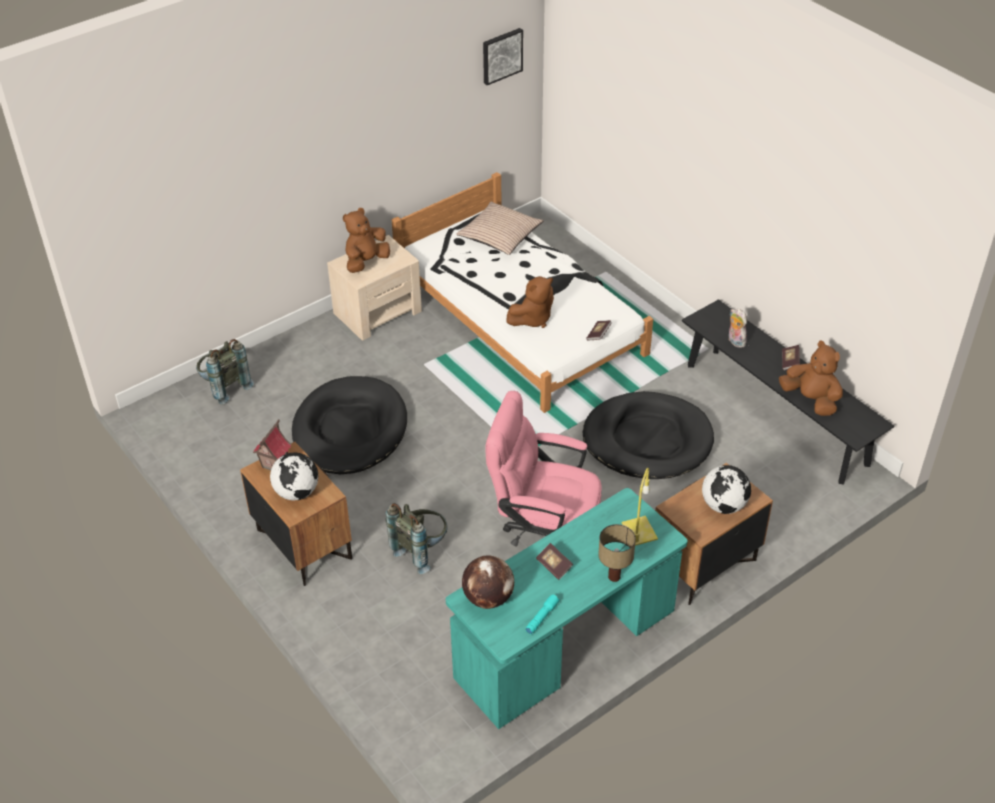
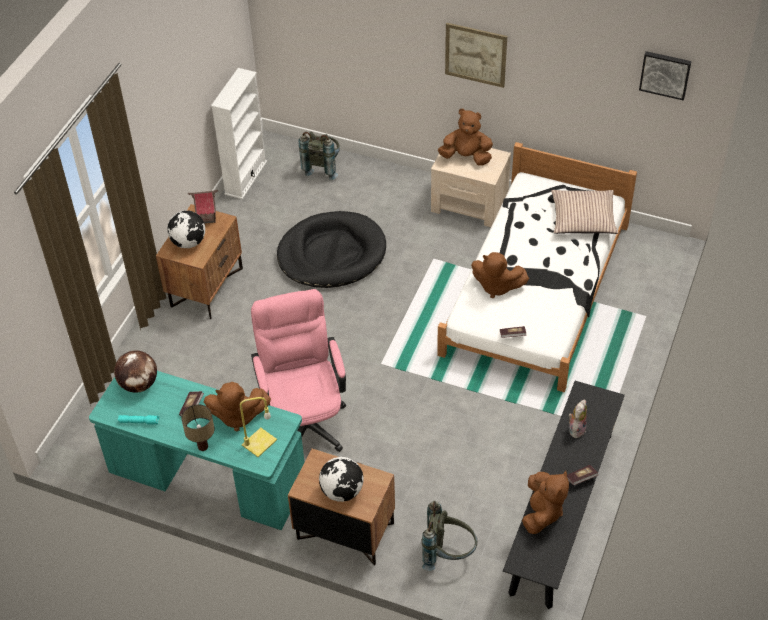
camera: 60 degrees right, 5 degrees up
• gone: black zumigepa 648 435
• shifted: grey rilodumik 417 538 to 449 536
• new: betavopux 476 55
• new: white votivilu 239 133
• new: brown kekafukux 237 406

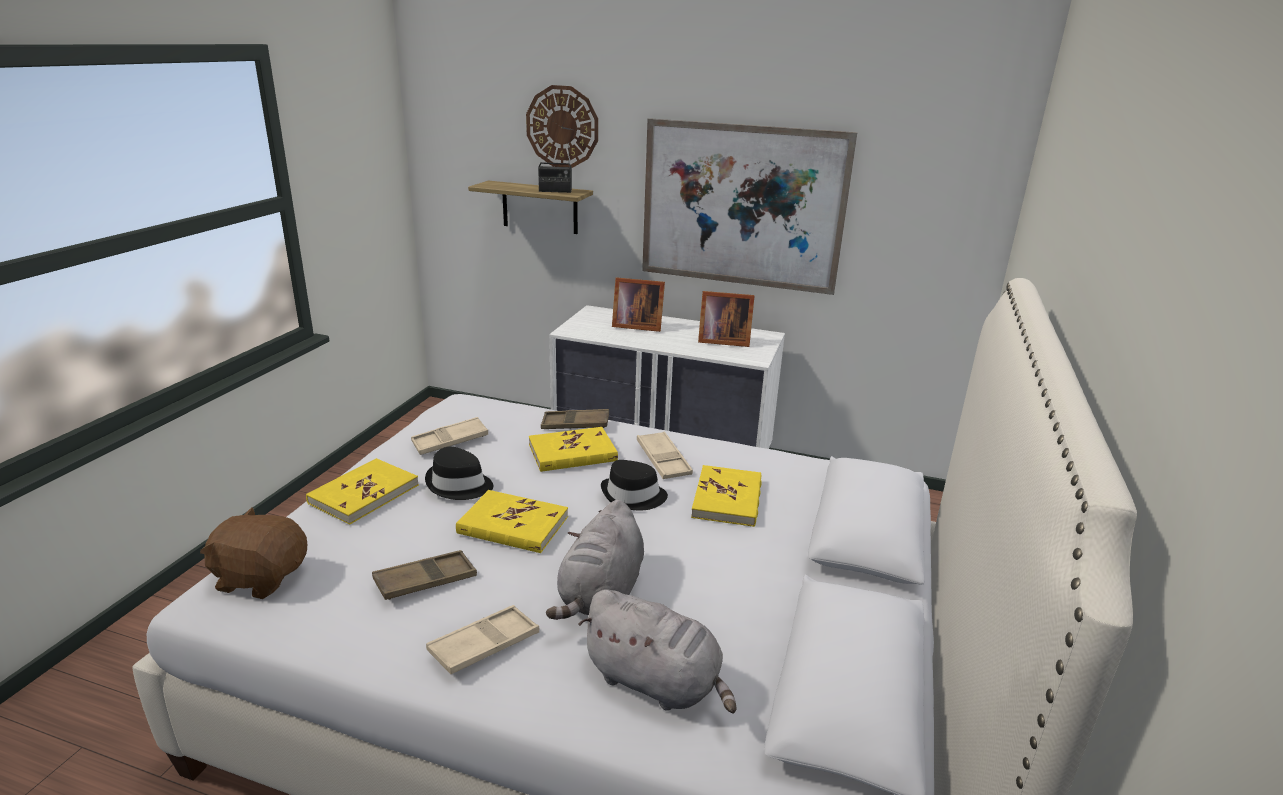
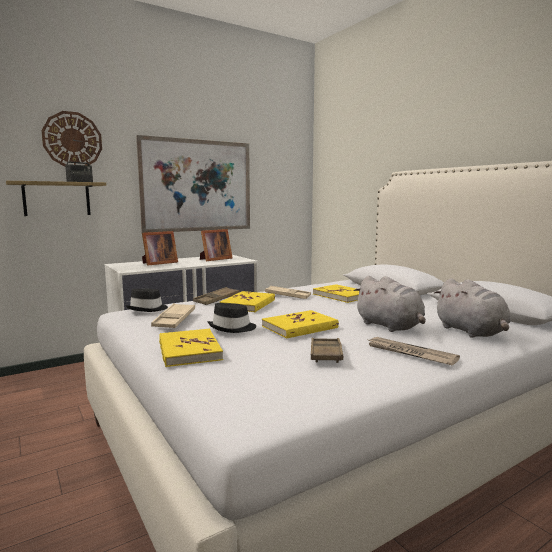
camera: 50 degrees left, 15 degrees down
• shifted: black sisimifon 634 485 to 146 300
• gone: brown kekafukux 253 553
• rotated: grey kekafukux 658 651 = 472 308 90 degrees clockwise
• swapped: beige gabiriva 482 639 to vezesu 413 351

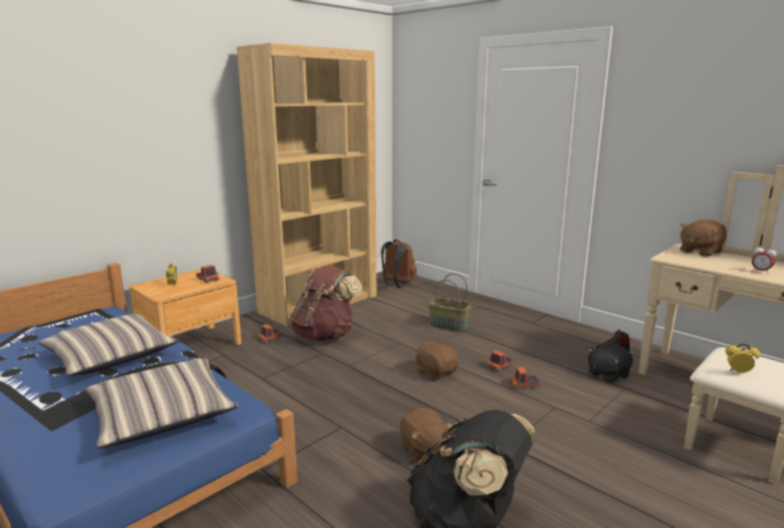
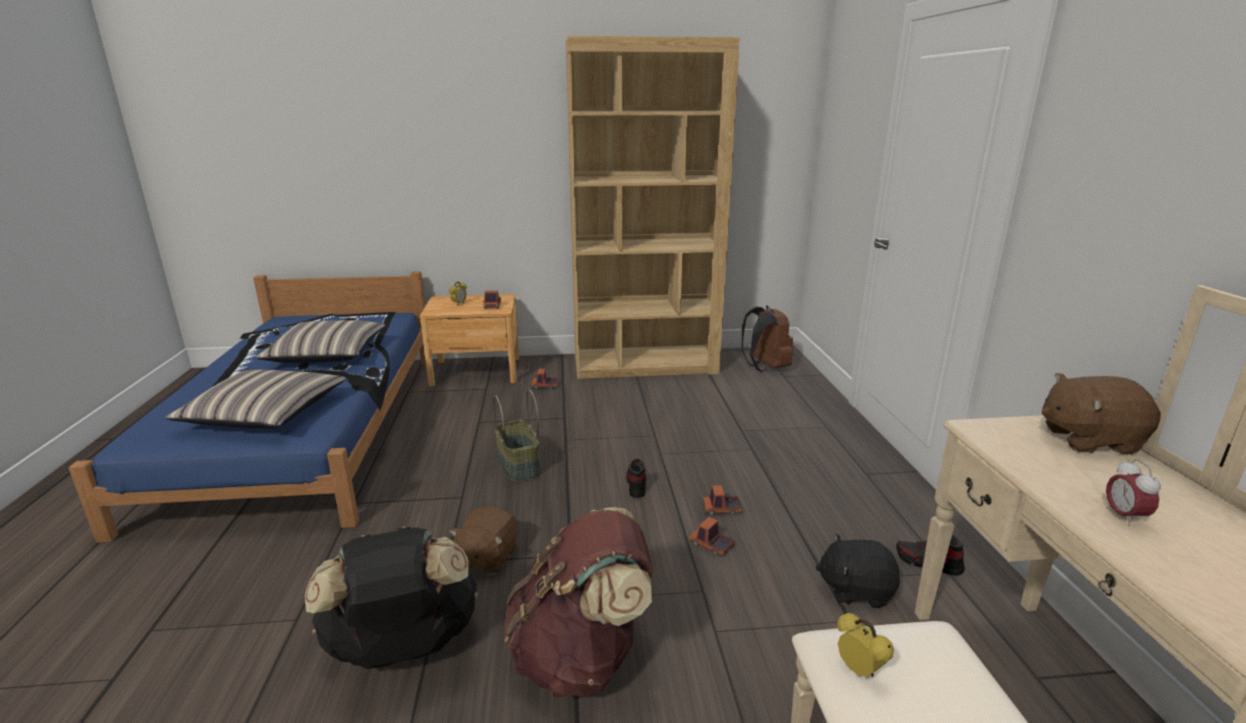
camera: 40 degrees right, 5 degrees up
• shifted: brown rilodumik 326 303 to 579 602
• shifted: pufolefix 449 302 to 516 436
• swapped: brown kekafukux 436 361 to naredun 636 478

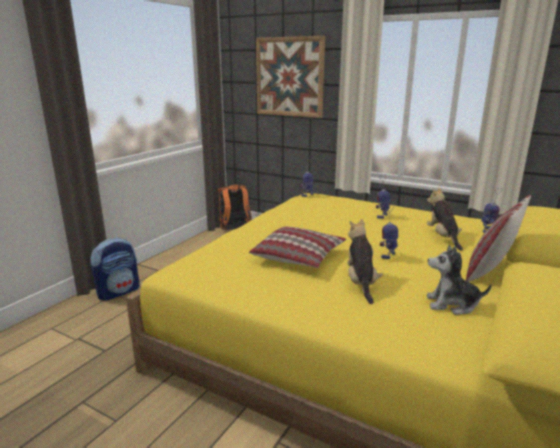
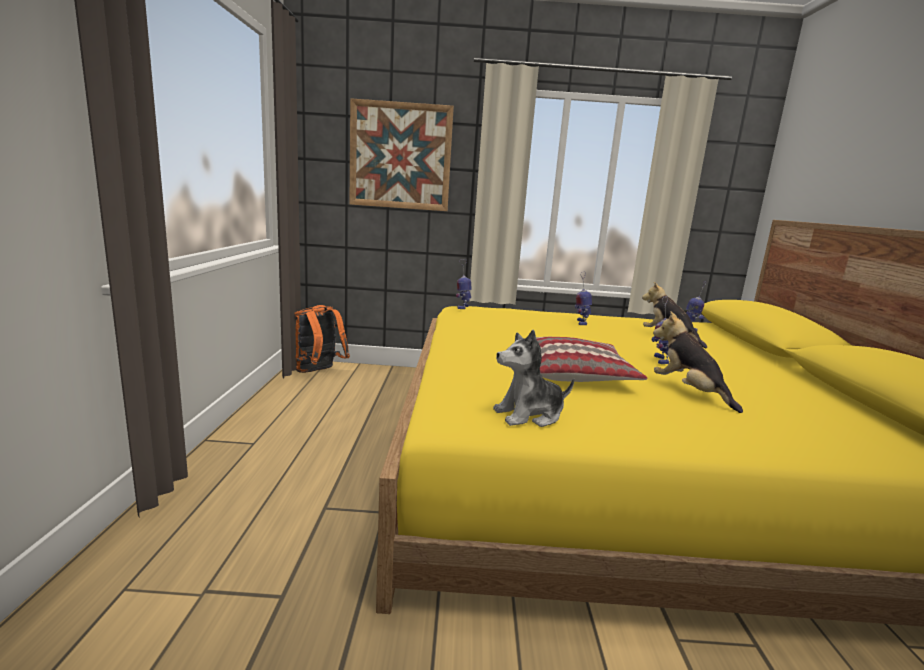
camera: 30 degrees left, 5 degrees down
• gone: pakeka 498 238
• gone: rilodumik 115 269
• shifted: kekafukux 459 280 to 533 378

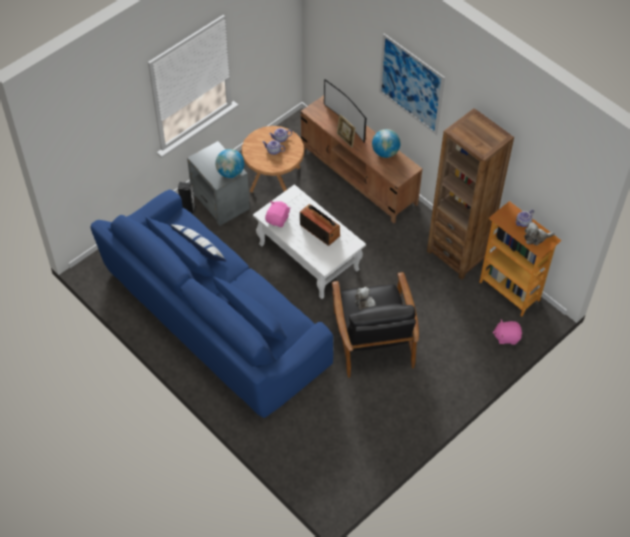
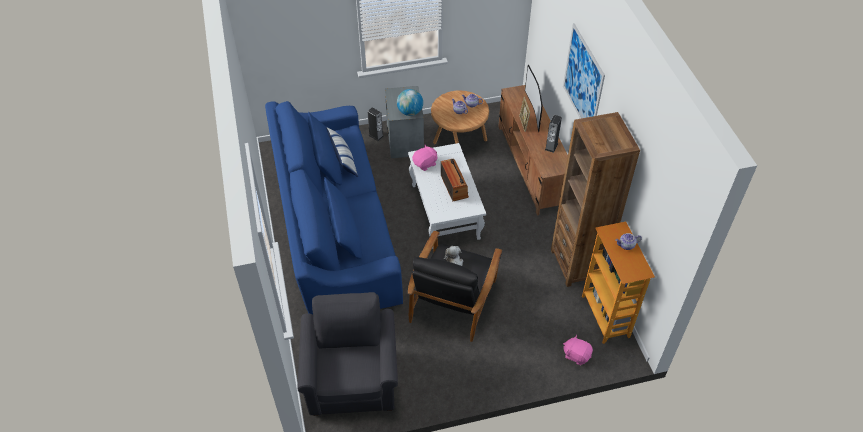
camera: 30 degrees right, 5 degrees down
• swapped: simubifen 386 143 to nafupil 553 134
• gone: kekafukux 539 234
• new: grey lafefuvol 348 354

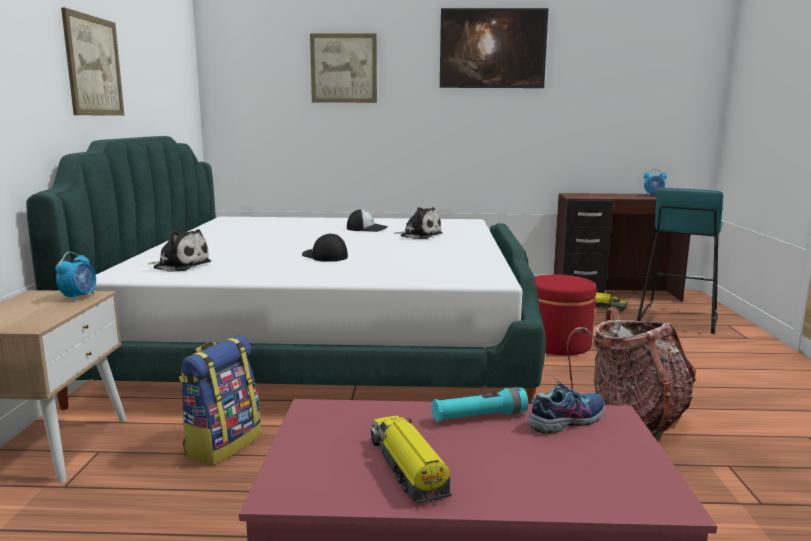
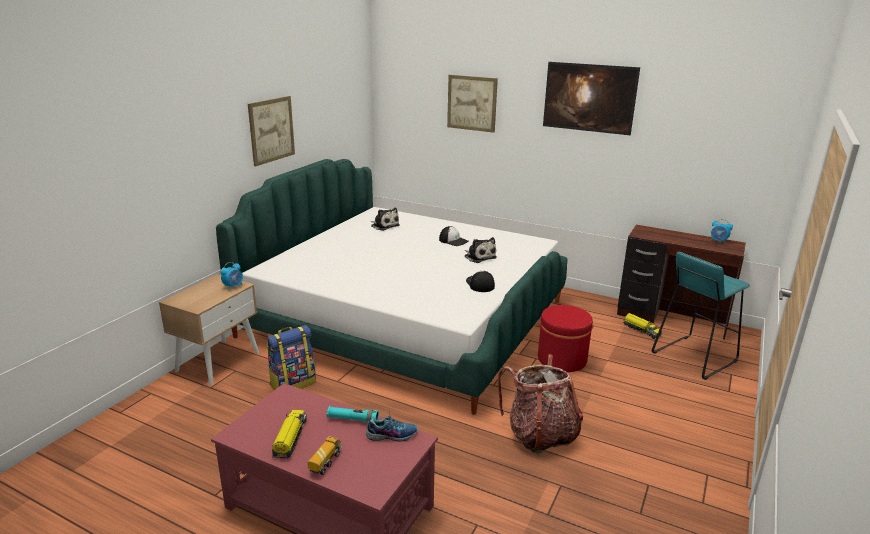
camera: 25 degrees right, 10 degrees up
• shifted: kekafukux 179 250 to 385 219
• shifted: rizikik 325 247 to 480 281
• new: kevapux 325 455

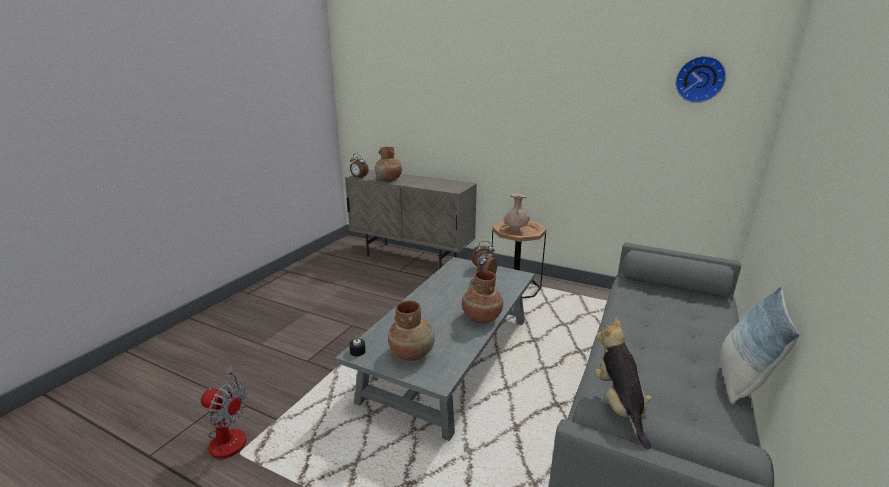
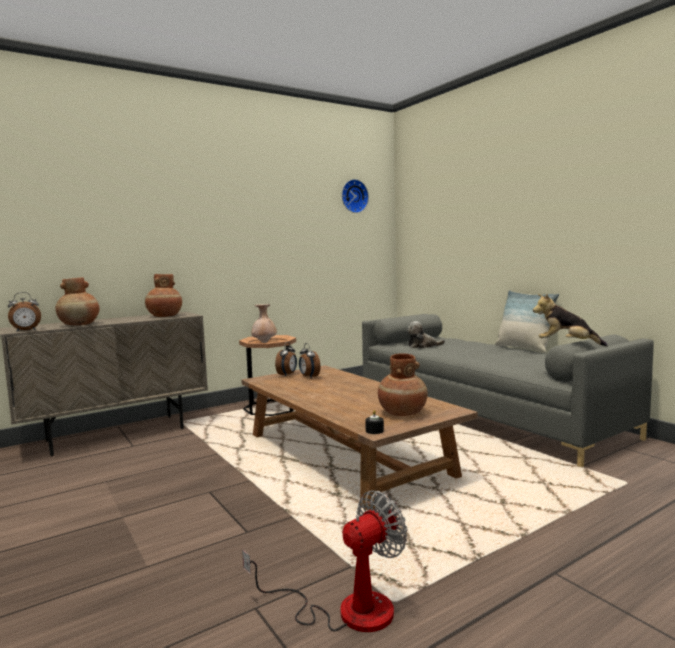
camera: 60 degrees left, 15 degrees down
• repainted: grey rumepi 435 349 to brown rumepi 360 438
• shifted: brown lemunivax 482 296 to 163 295
• new: kekafukux 425 334

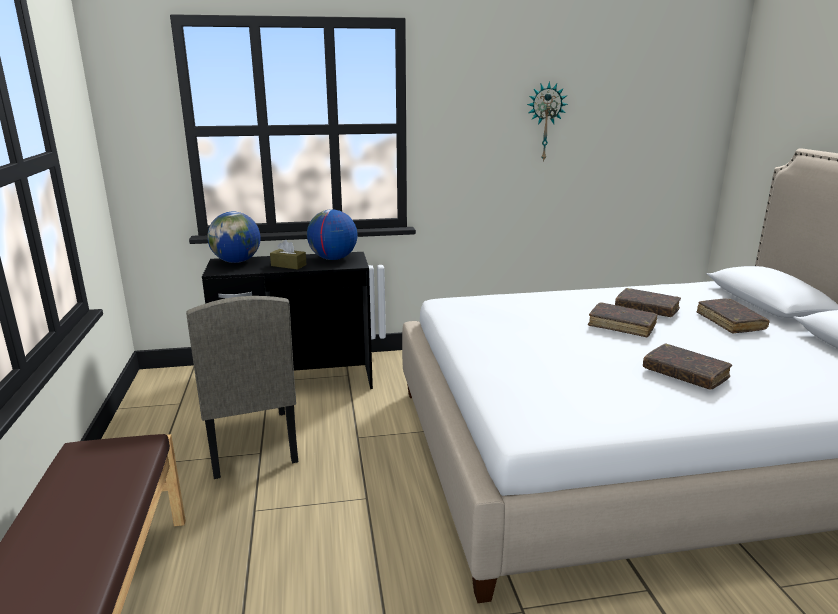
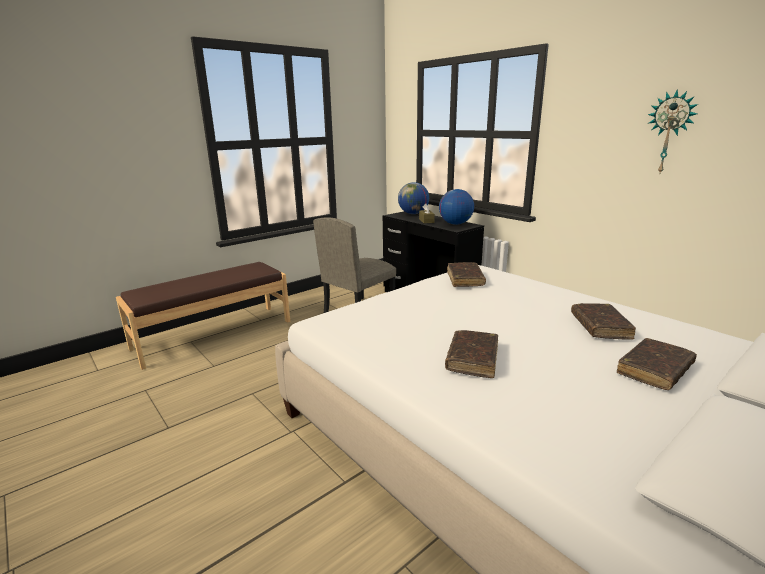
camera: 60 degrees right, 0 degrees up
• shifted: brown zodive 623 319 to 466 274

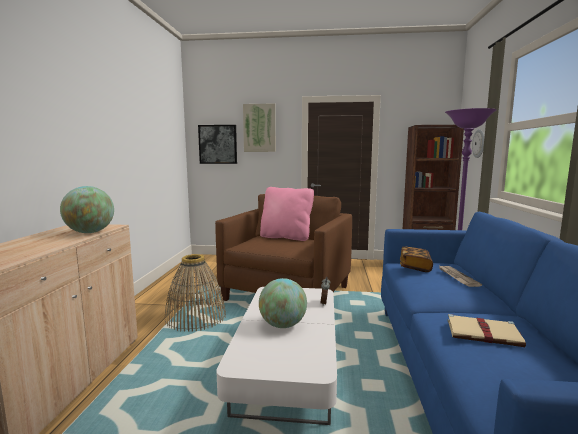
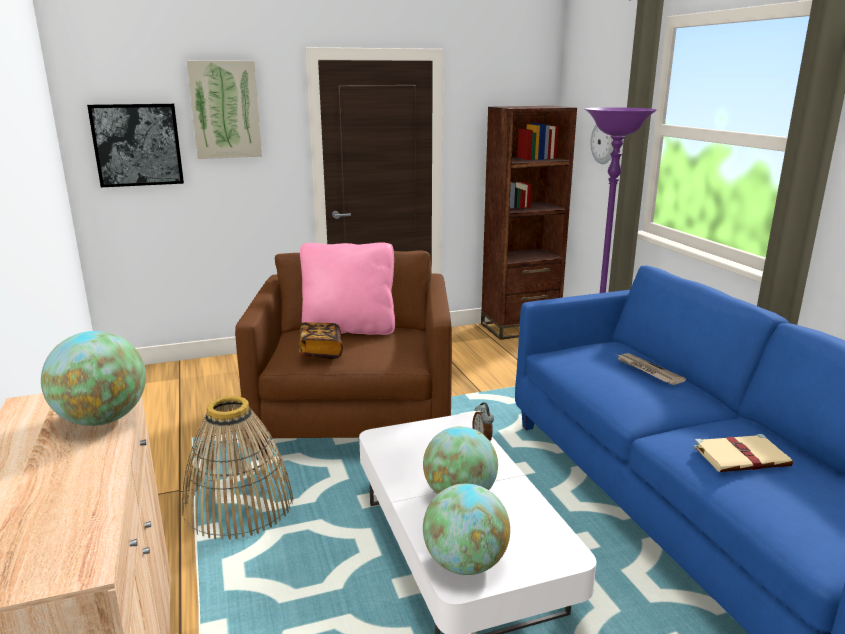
camera: 25 degrees left, 10 degrees up
• shifted: zodive 416 259 to 321 340
• new: simubifen 466 529

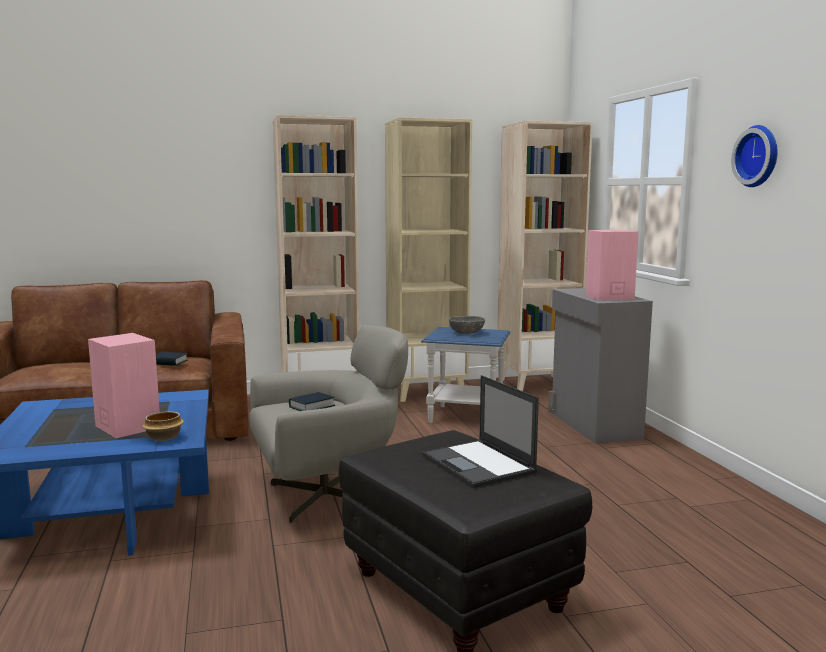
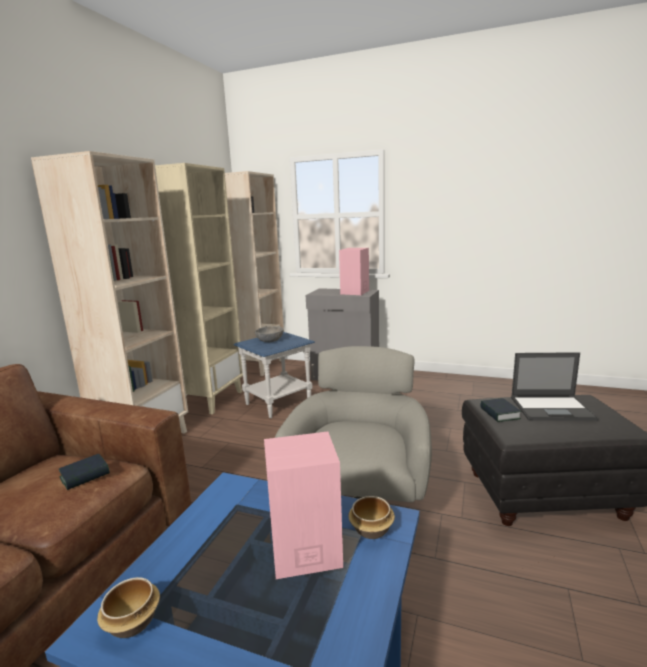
camera: 55 degrees left, 5 degrees up
• gone: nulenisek 754 156
• shifted: zodive 312 401 to 500 410
• new: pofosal 128 607

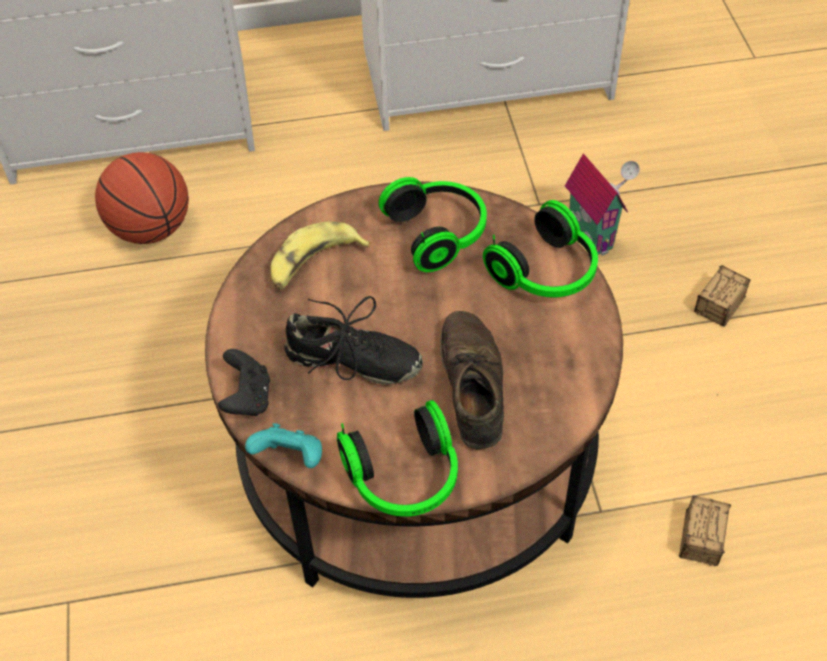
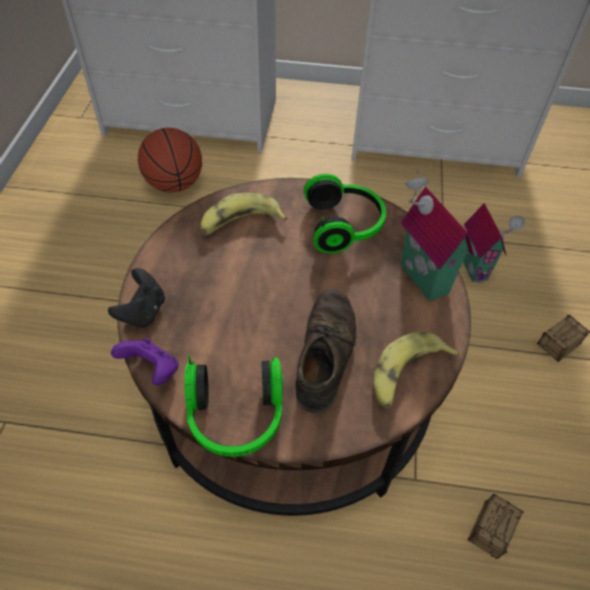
camera: 15 degrees right, 0 degrees up
• swapped: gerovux 540 248 to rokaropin 437 236
• gone: black naredun 353 340
• repainted: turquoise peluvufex 283 445 to purple peluvufex 145 361
• new: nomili 416 371

